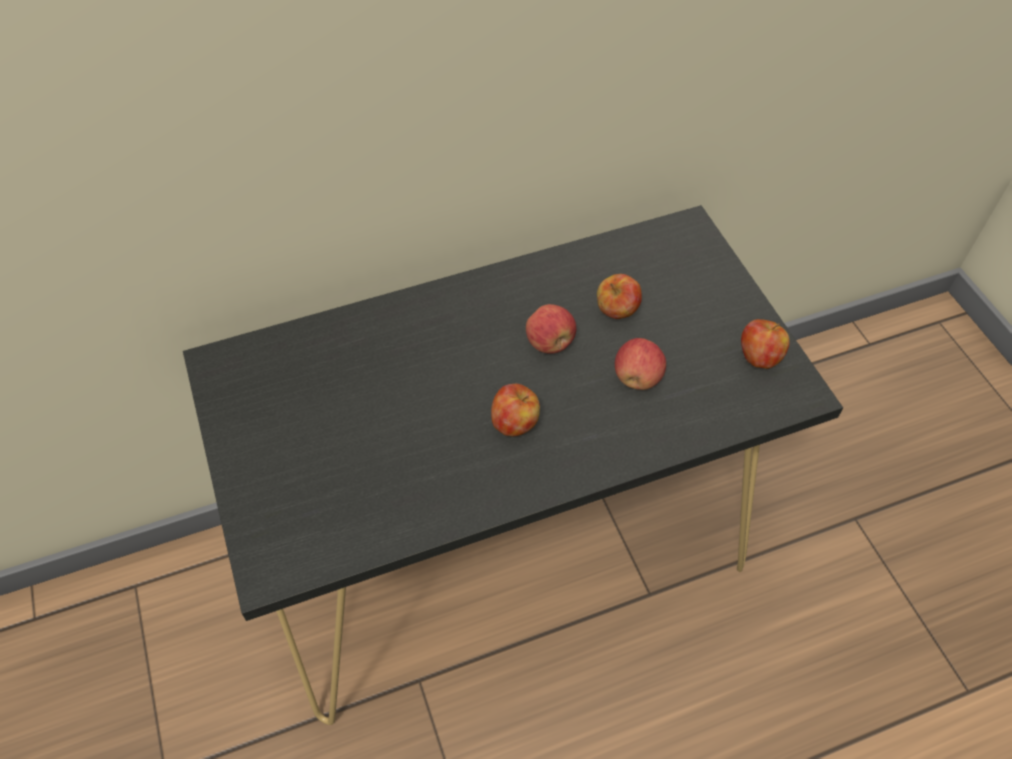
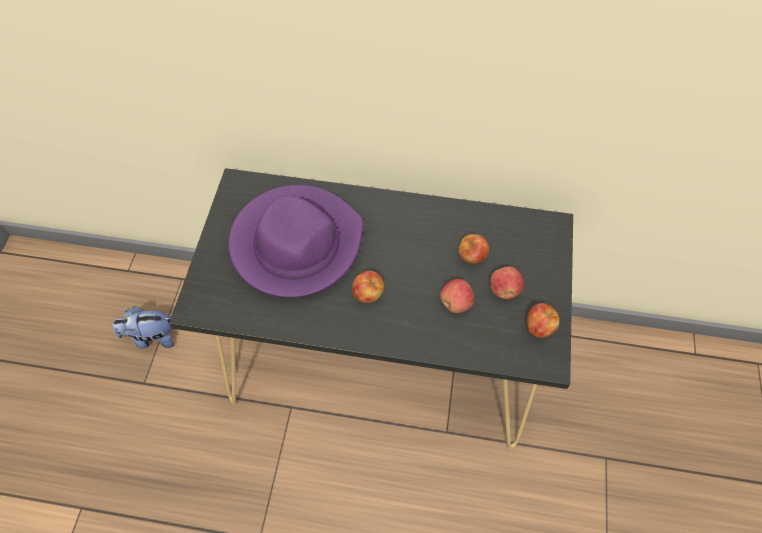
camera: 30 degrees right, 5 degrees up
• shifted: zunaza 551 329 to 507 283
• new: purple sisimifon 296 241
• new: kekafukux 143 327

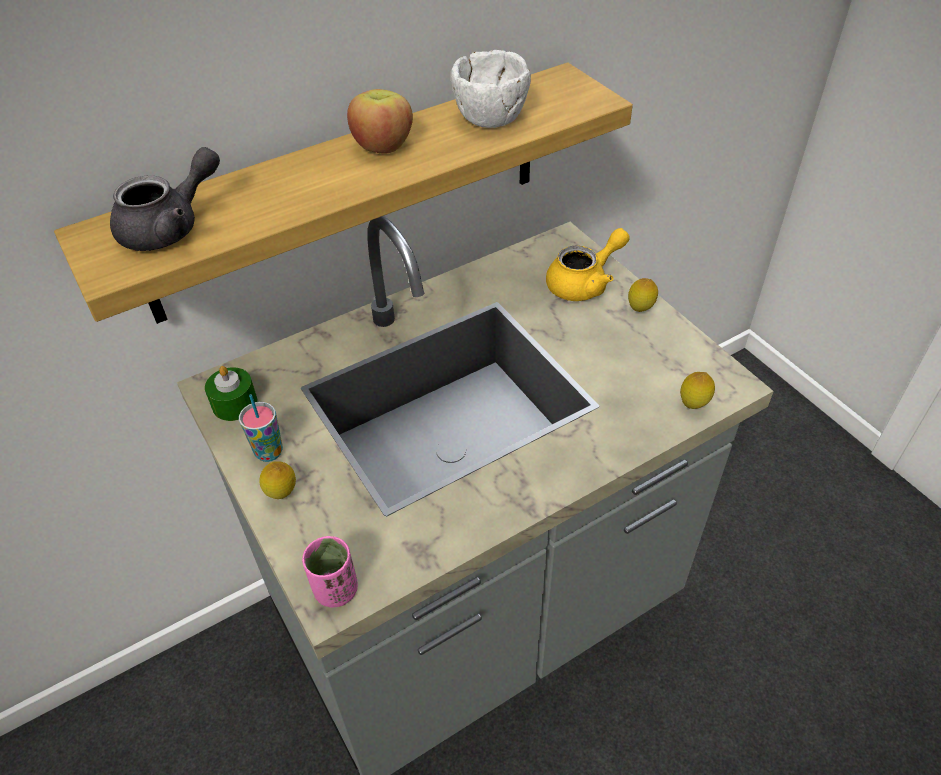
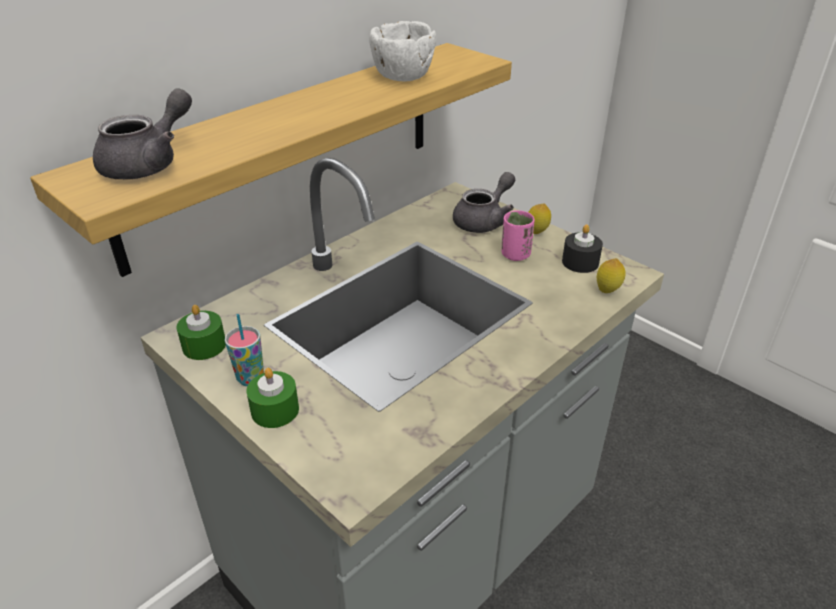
camera: 15 degrees left, 10 degrees down
• gone: zunaza 380 121
• repainted: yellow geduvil 587 264 to grey geduvil 484 202
• swapped: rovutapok 277 480 to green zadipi 273 398
• shifted: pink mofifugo 330 572 to 518 235
• new: black zadipi 582 248

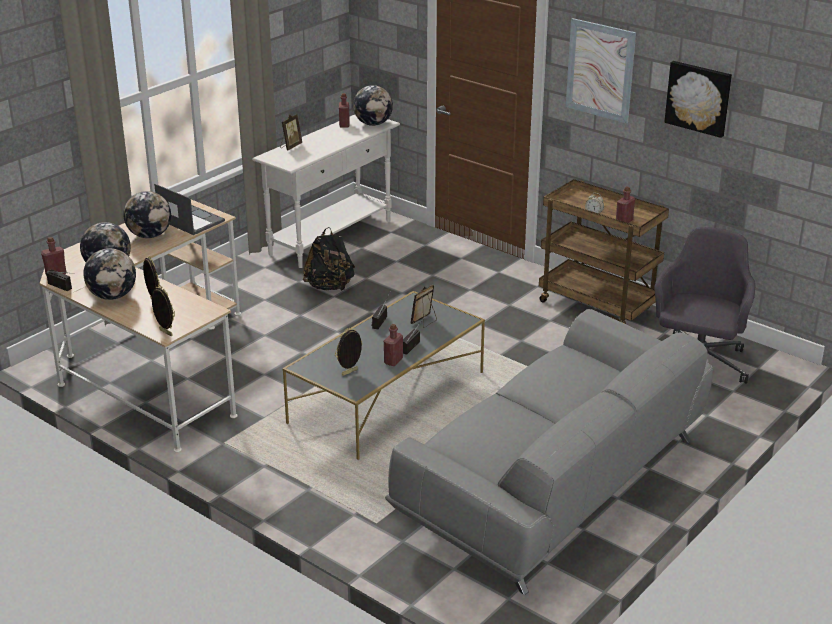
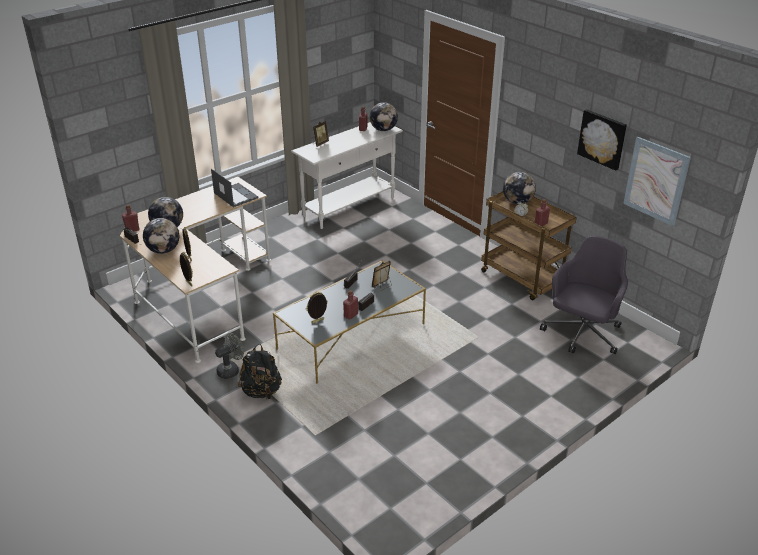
camera: 10 degrees right, 5 degrees up
• shifted: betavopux 601 71 to 657 181
• shifted: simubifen 147 214 to 519 188
• shifted: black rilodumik 329 259 to 260 372
• gone: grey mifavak 549 452
• new: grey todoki 229 356

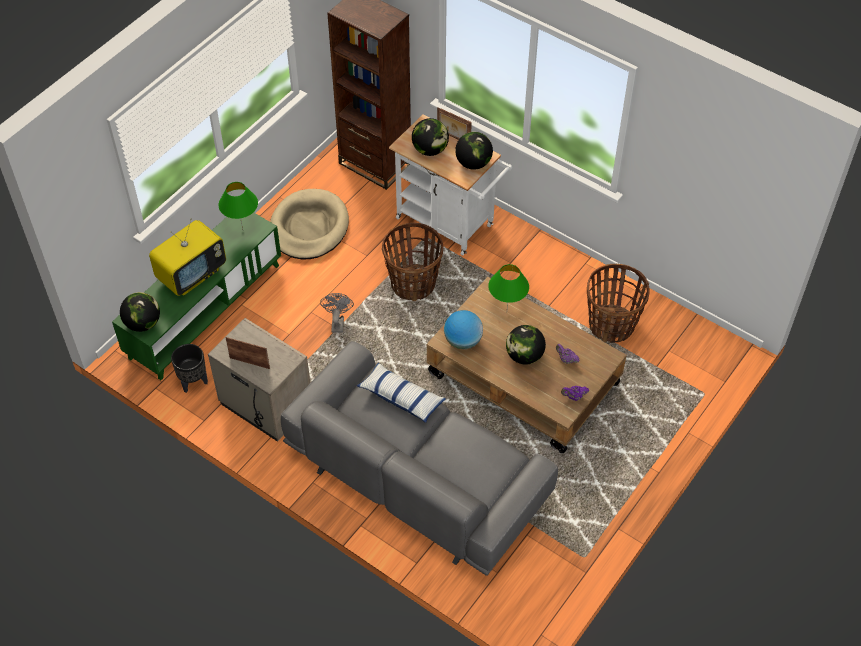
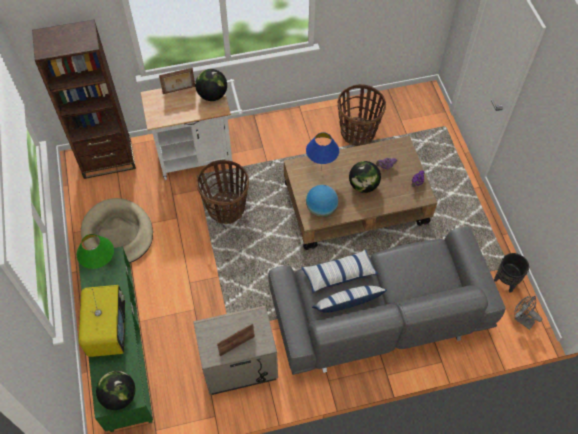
camera: 50 degrees left, 5 degrees up
• gone: simubifen 430 137
• repainted: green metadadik 508 286 to blue metadadik 322 151
• shifted: grey todoki 337 313 to 528 313
• shifted: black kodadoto 189 368 to 511 272
• new: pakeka 349 299

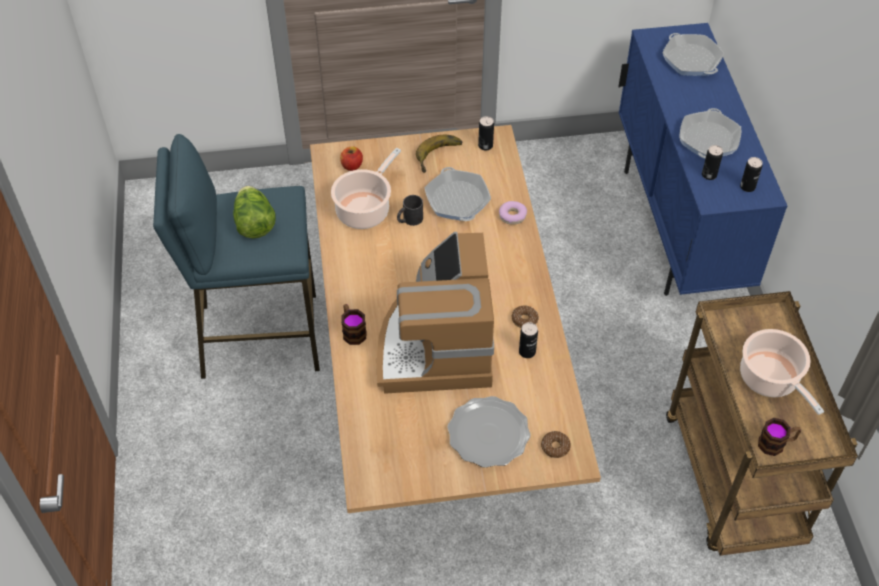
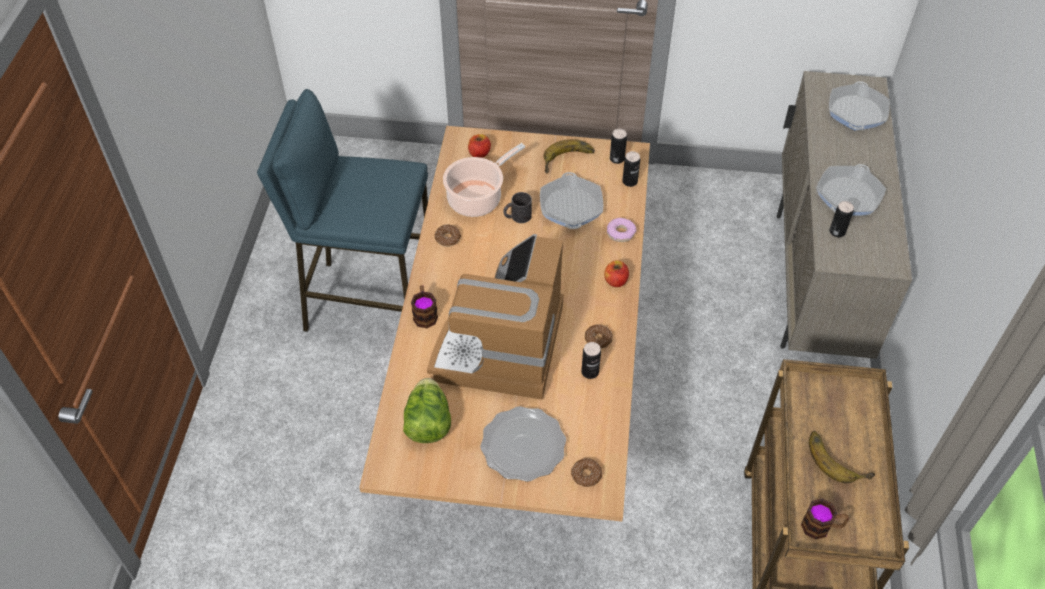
camera: 15 degrees right, 0 degrees up
• repainted: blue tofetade 702 159 to beige tofetade 844 215
• rotated: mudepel 693 54 = 859 105 150 degrees counterclockwise
• shifted: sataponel 751 174 to 631 169
• shifted: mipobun 254 212 to 427 410
• swapped: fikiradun 782 372 to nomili 842 457
• new: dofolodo 448 236
• new: zunaza 616 273

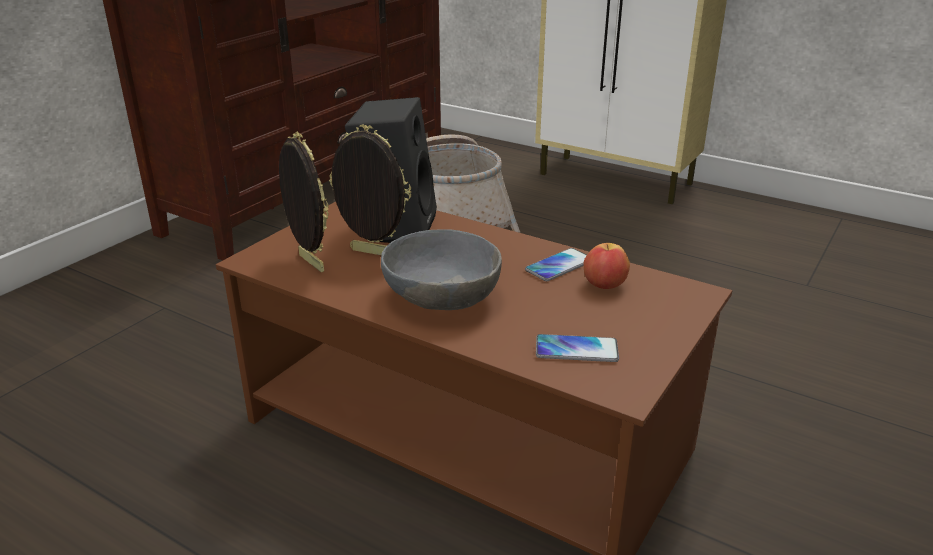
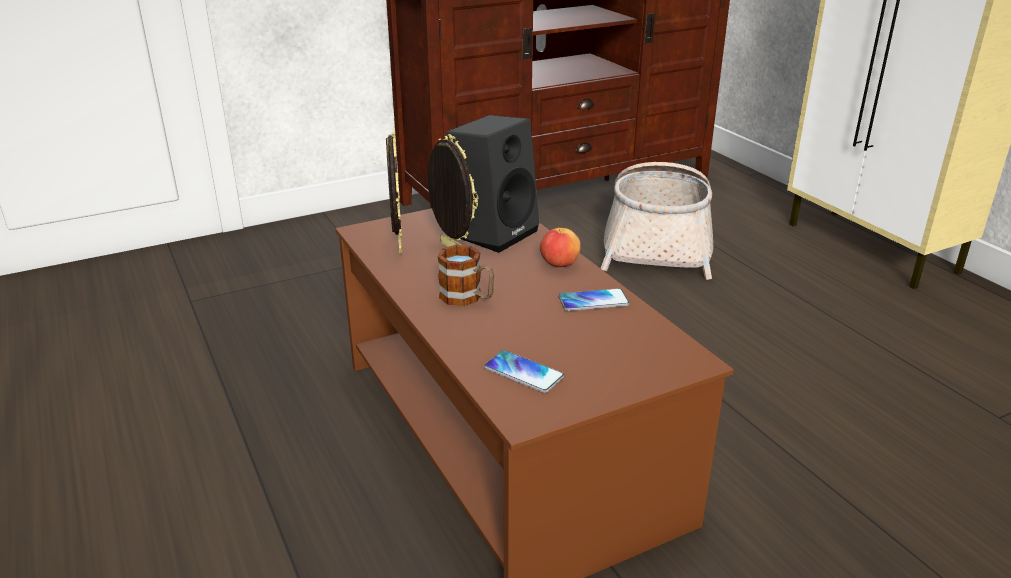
camera: 30 degrees right, 0 degrees up
• swapped: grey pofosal 441 269 to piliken 466 275
• shifted: zunaza 607 266 to 560 247

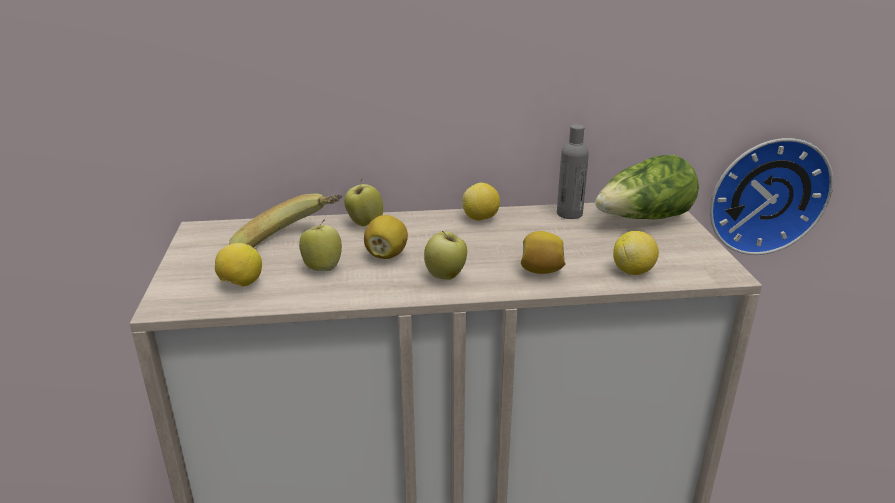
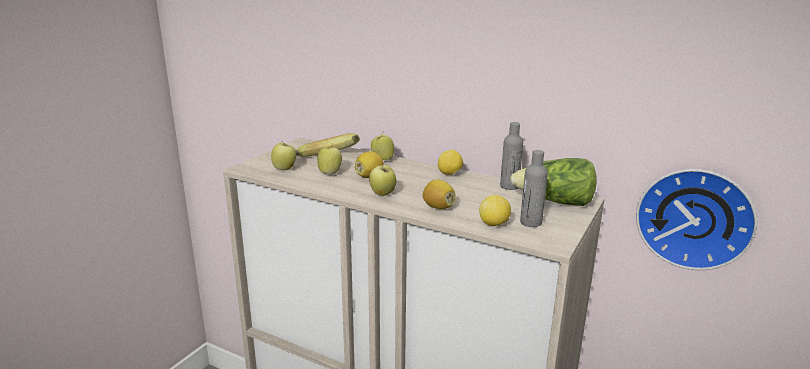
camera: 35 degrees right, 5 degrees down
• swapped: rovutapok 238 265 to zunaza 283 155
• new: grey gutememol 534 188

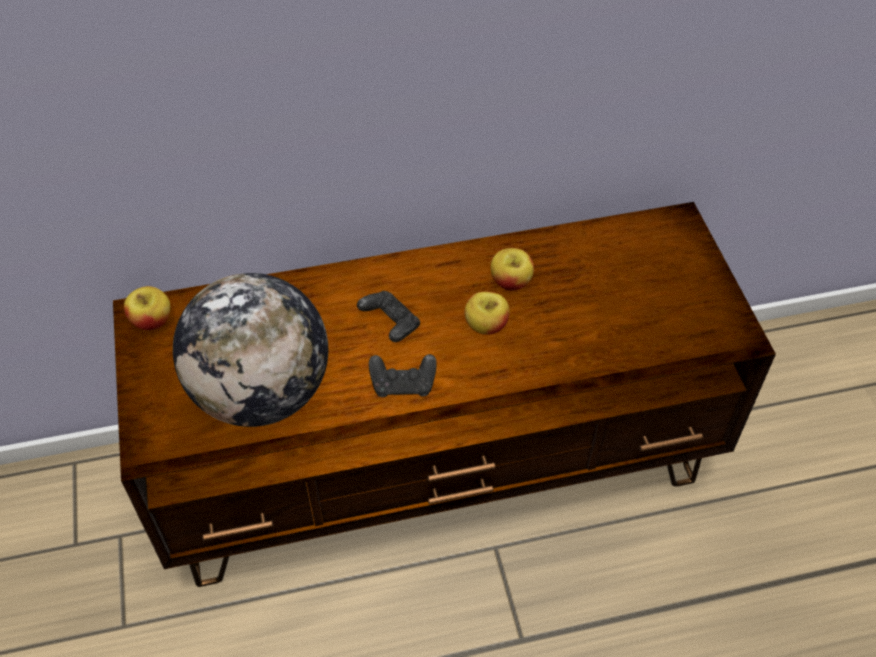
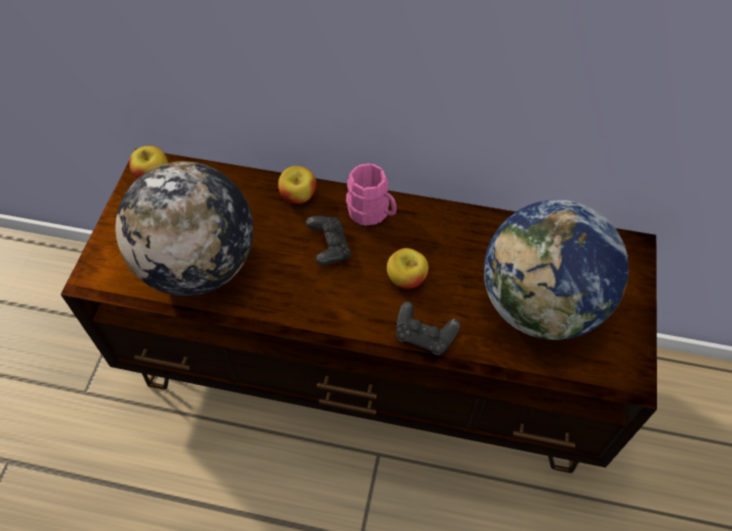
camera: 25 degrees right, 5 degrees up
• shifted: zunaza 512 269 to 297 185
• shifted: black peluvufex 403 375 to 428 328
• new: pink piliken 371 194
• new: simubifen 556 270

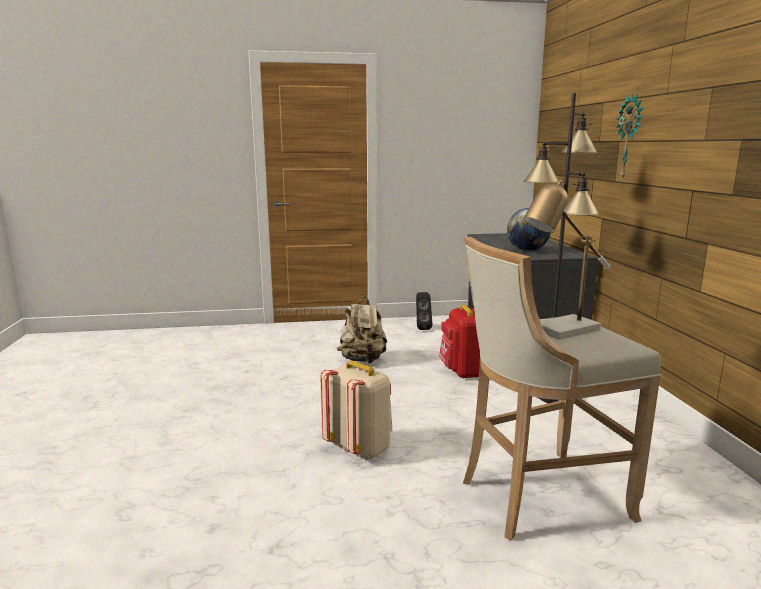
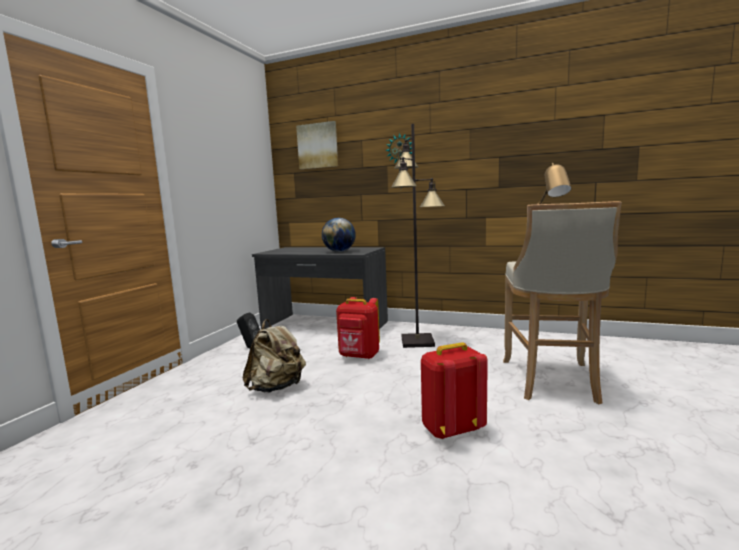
camera: 60 degrees left, 5 degrees down
• repainted: beige rilodumik 356 410 to red rilodumik 454 391
• new: betavopux 317 145

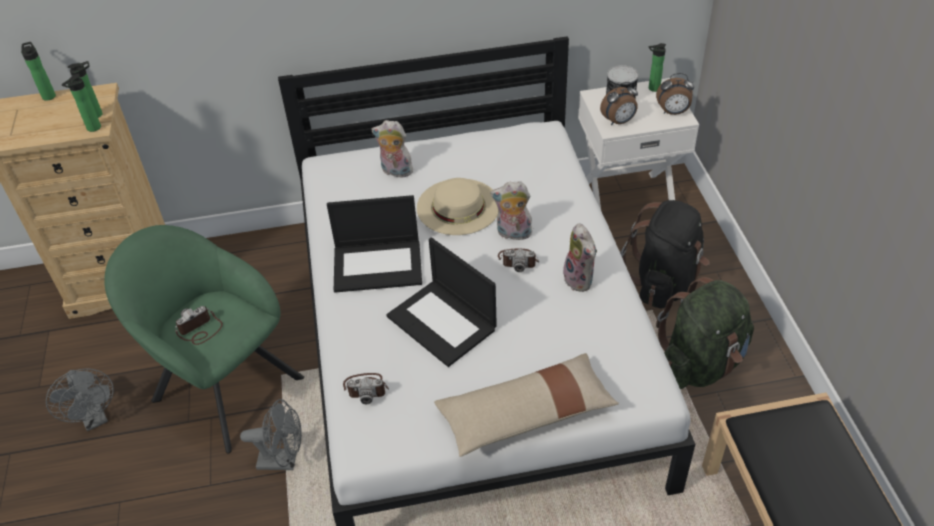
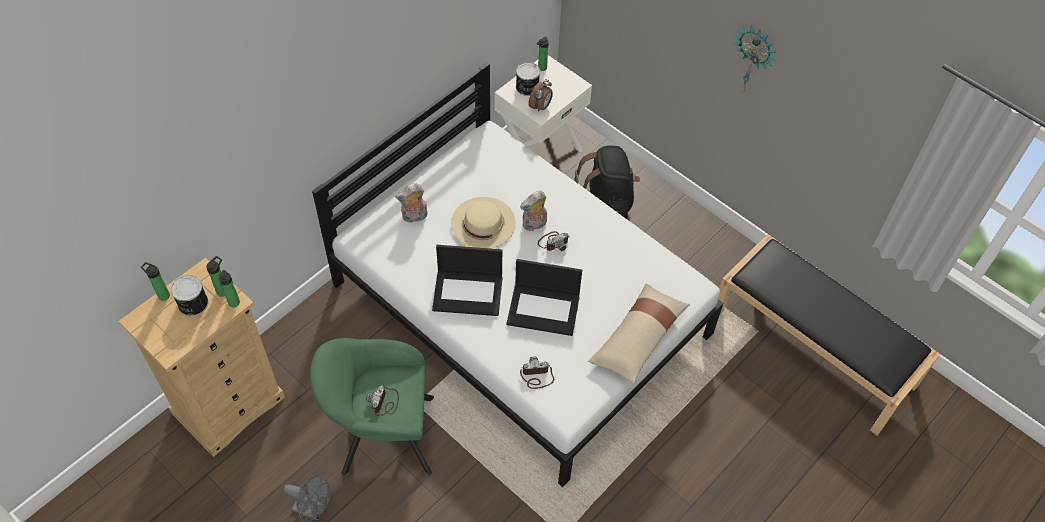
camera: 40 degrees left, 10 degrees up
• gone: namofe 675 94
• rotated: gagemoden 374 244 = 467 280 45 degrees clockwise
• gone: kekafukux 580 258
• gone: green rilodumik 705 333
• rotated: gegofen 366 388 = 537 373 150 degrees counterclockwise
• gone: grey todoki 271 434
• new: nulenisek 755 59
• new: sataponel 190 296

